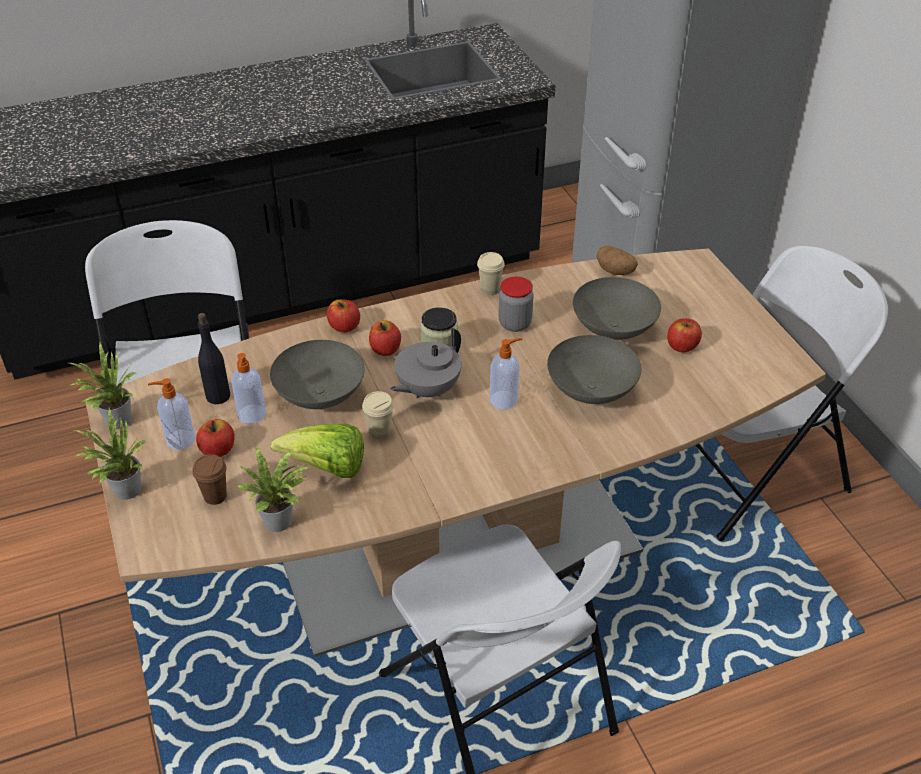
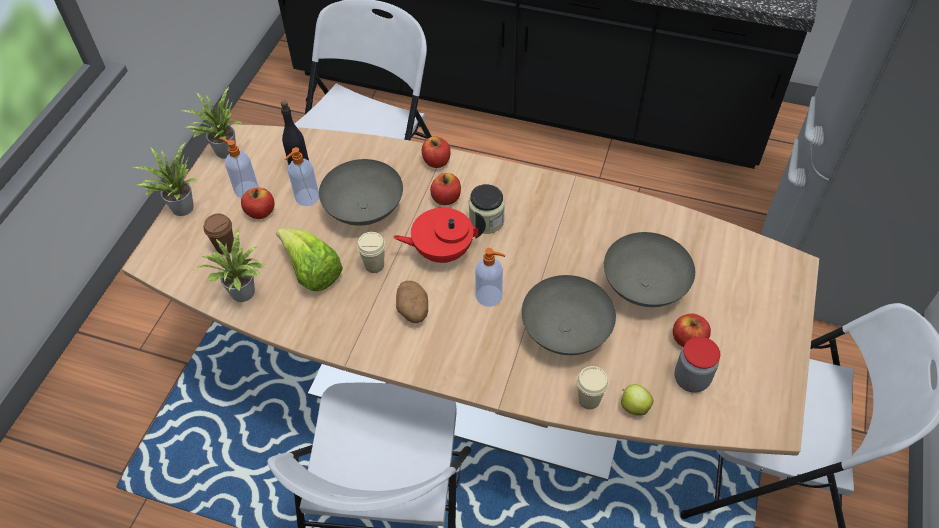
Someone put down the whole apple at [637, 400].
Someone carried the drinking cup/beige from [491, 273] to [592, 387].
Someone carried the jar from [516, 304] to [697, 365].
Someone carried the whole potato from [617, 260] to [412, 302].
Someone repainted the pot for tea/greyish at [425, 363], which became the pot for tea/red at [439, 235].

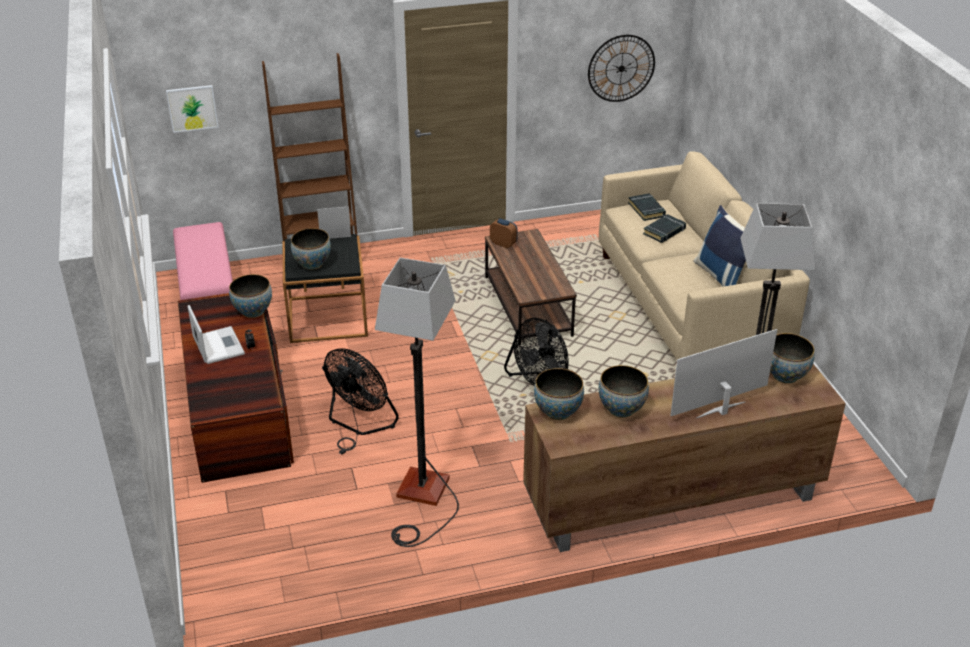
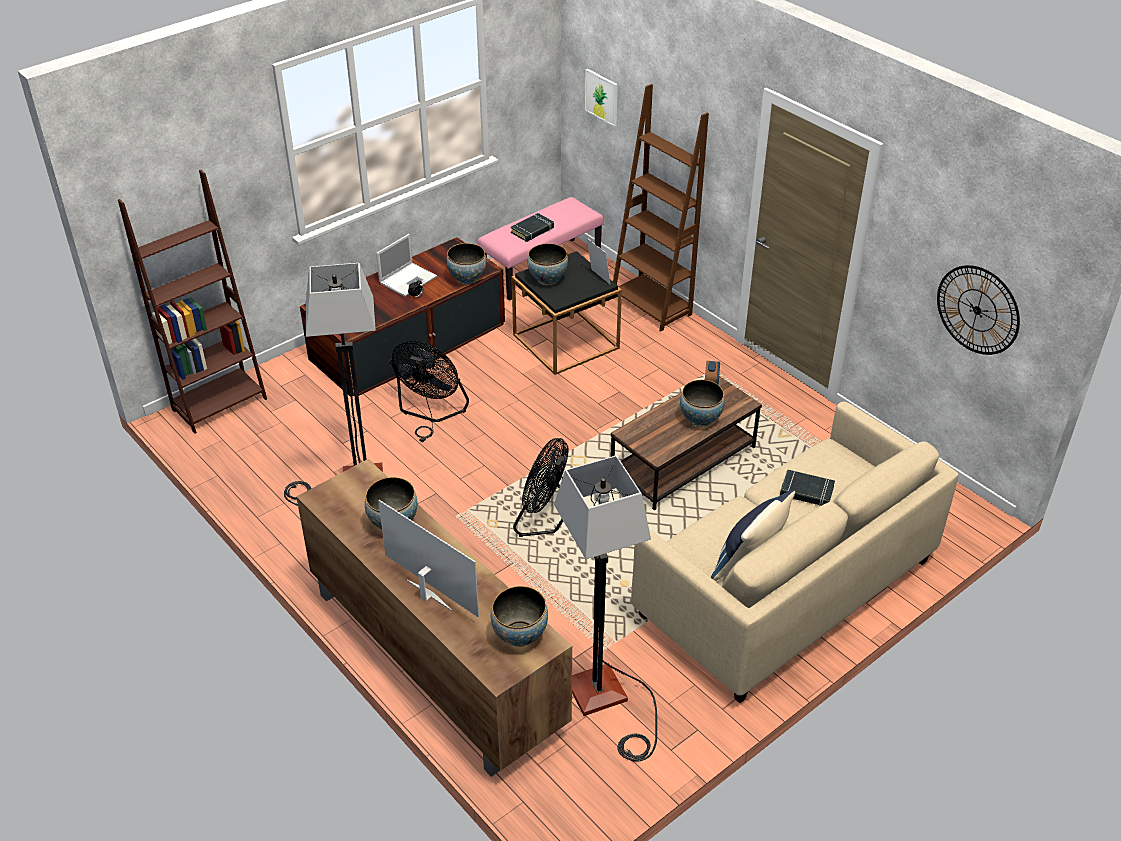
Someone put down the shelving unit/brown-coloured at [192, 301].
Someone carried the serving bowl from [559, 394] to [702, 403].
Someone carried the bound book/blackish from [647, 207] to [532, 227].
Someone rotated the fan/blackish at [360, 401] by 75 degrees counterclockwise.

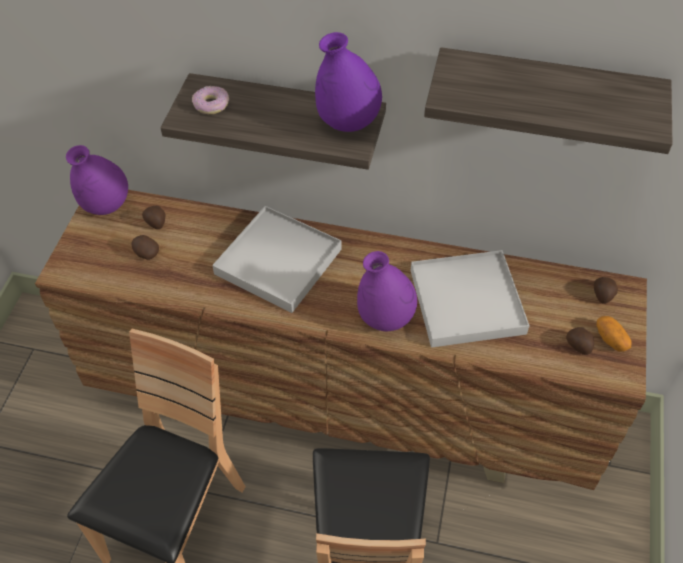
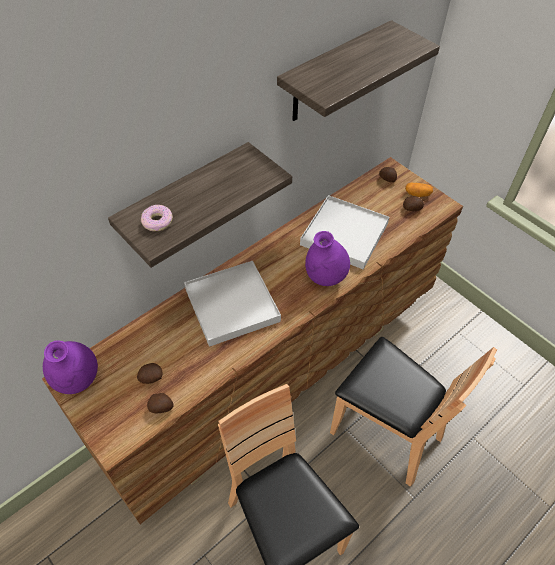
Someone took away the decorative vase/purplish at [348, 82].
Someone carried the whole potato from [153, 217] to [160, 403].

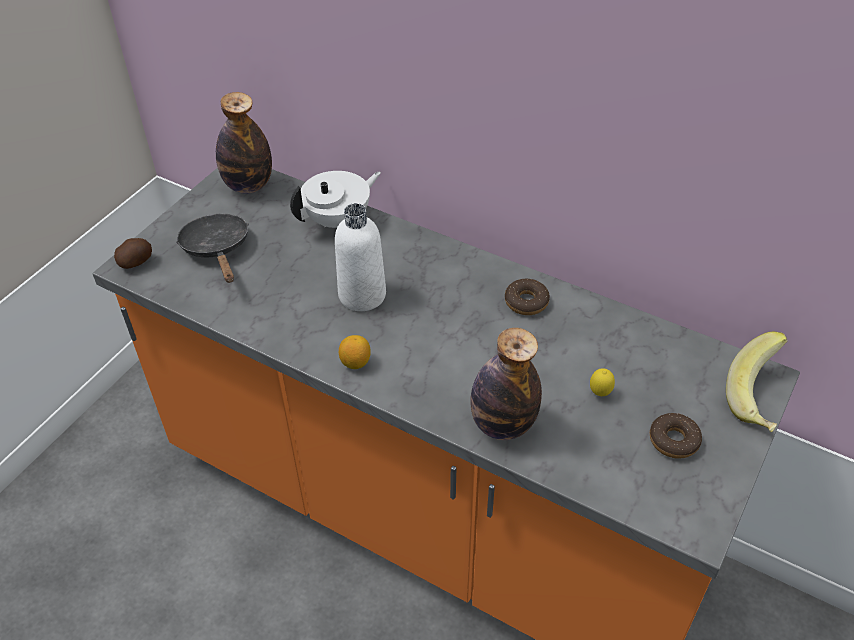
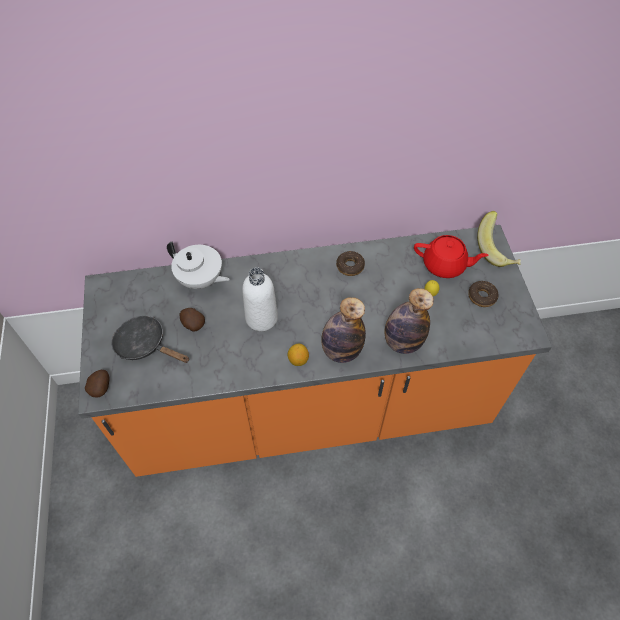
Someone put down the whole potato at [192, 320].
Someone put down the pot for tea/red at [451, 256].
Someone carried the beverage bottle from [244, 143] to [343, 330].
Someone rotated the pot for tea/white at [335, 199] by 105 degrees clockwise.

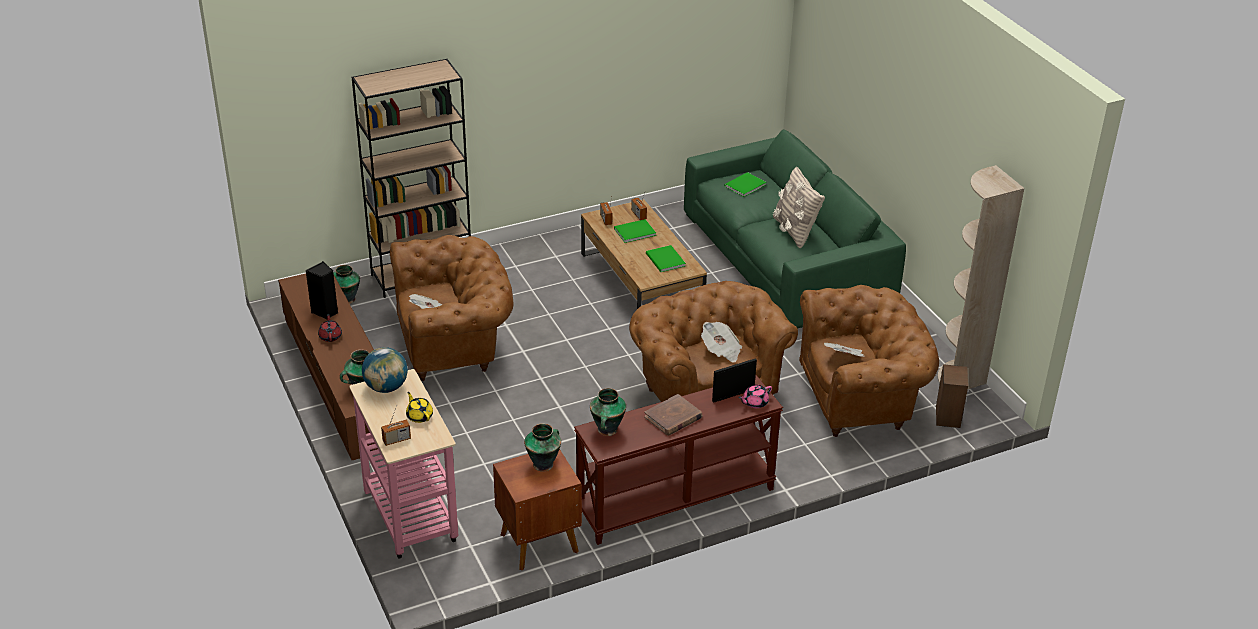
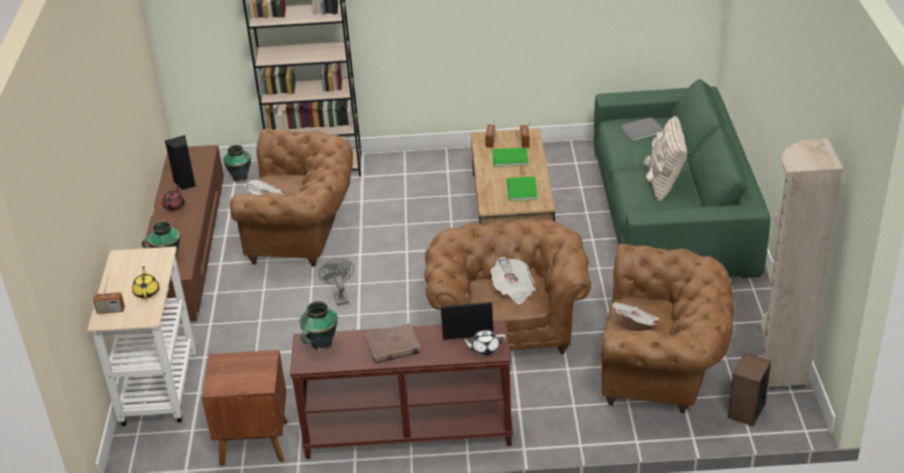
Someone took away the globe at [385, 370].
Someone took away the decorative vase at [542, 447].
Someone put down the fan/greyish at [336, 282].
Someone repainted the cart/pink-coloured at [403, 464], which became the cart/white at [141, 336].
Someone repainted the bound book/green-coloured at [745, 184], which became the bound book/greyish at [641, 129].
Someone repainted the pot for tea/pink-coloured at [755, 396], which became the pot for tea/white at [484, 343].

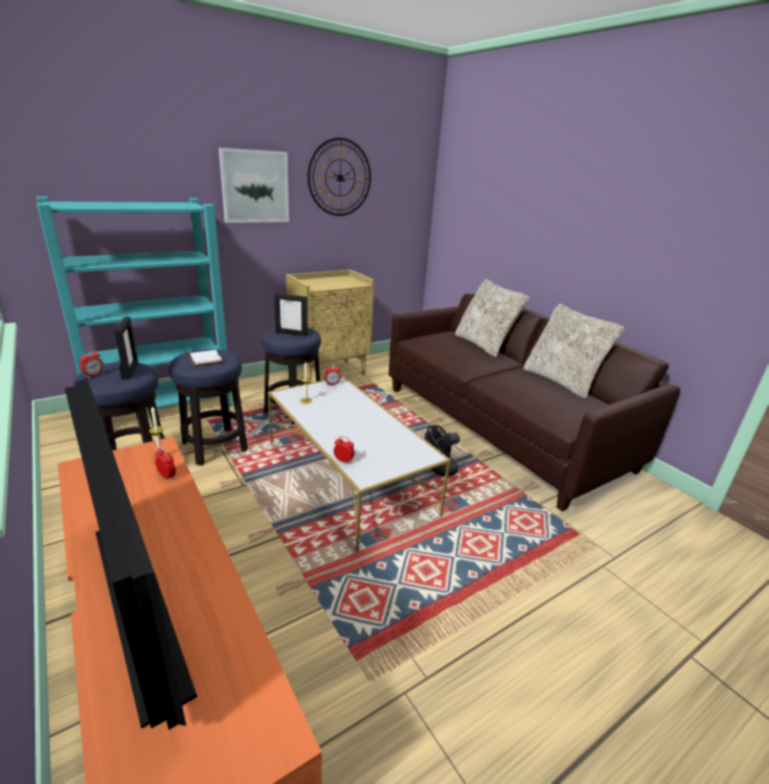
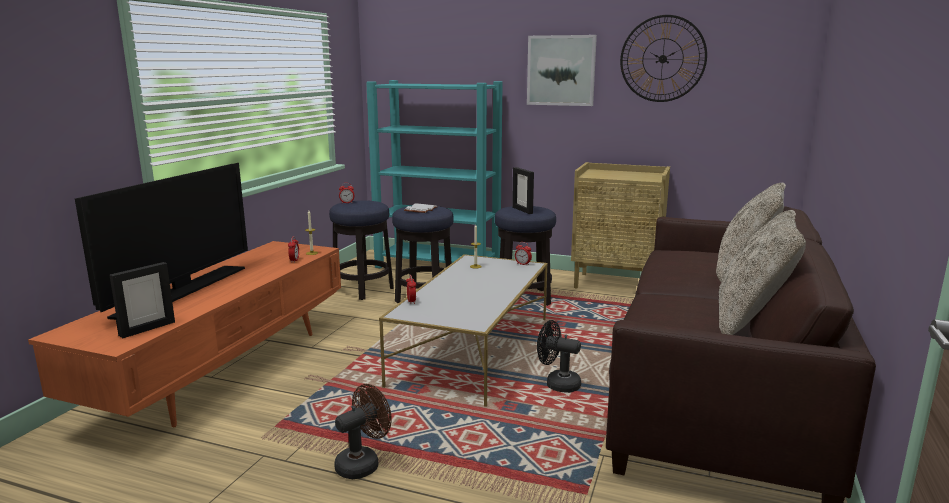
Someone put down the fan/brown-coloured at [363, 431].
Someone carried the standing frame from [126, 348] to [142, 300].

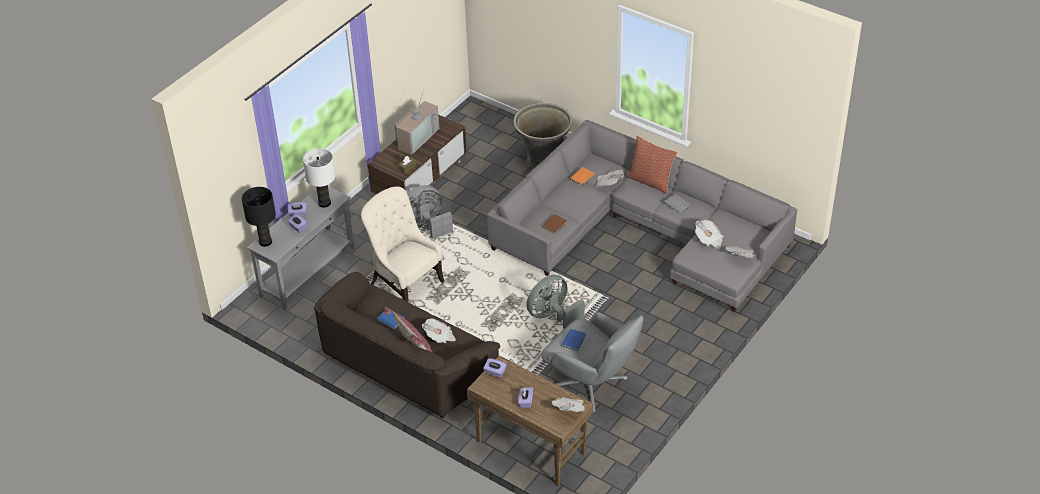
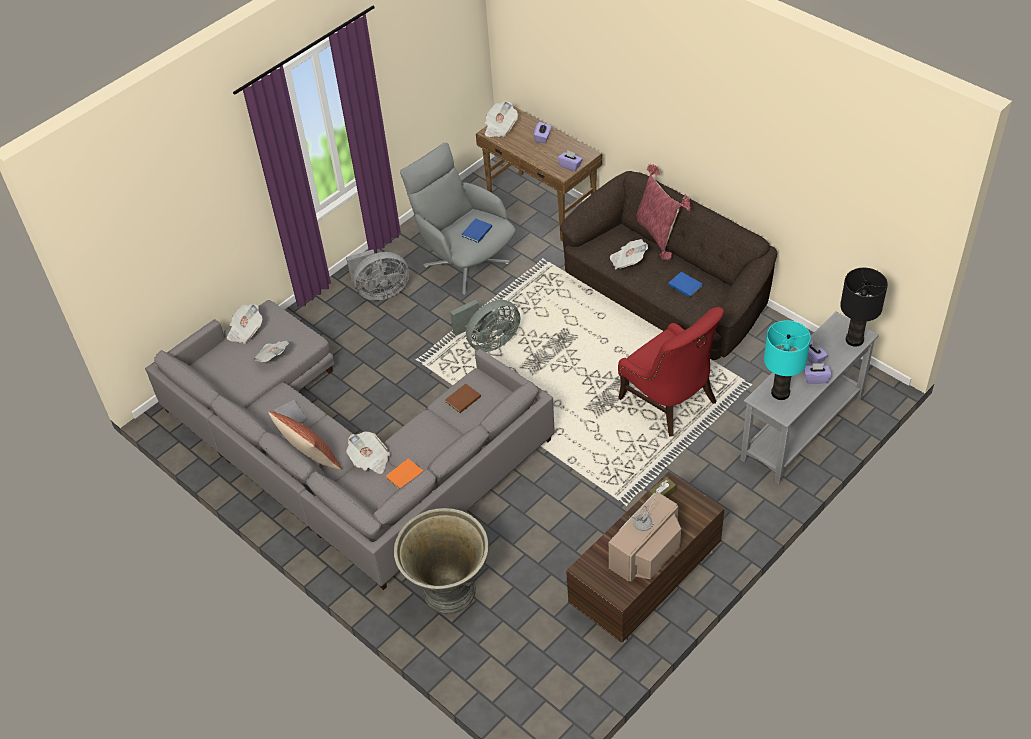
Someone carried the fan/greyish from [430, 212] to [377, 275].
Someone repainted the table lamp/white at [319, 177], which became the table lamp/turquoise at [787, 360].
Someone repainted the armchair/beige at [402, 244], which became the armchair/red at [671, 372].

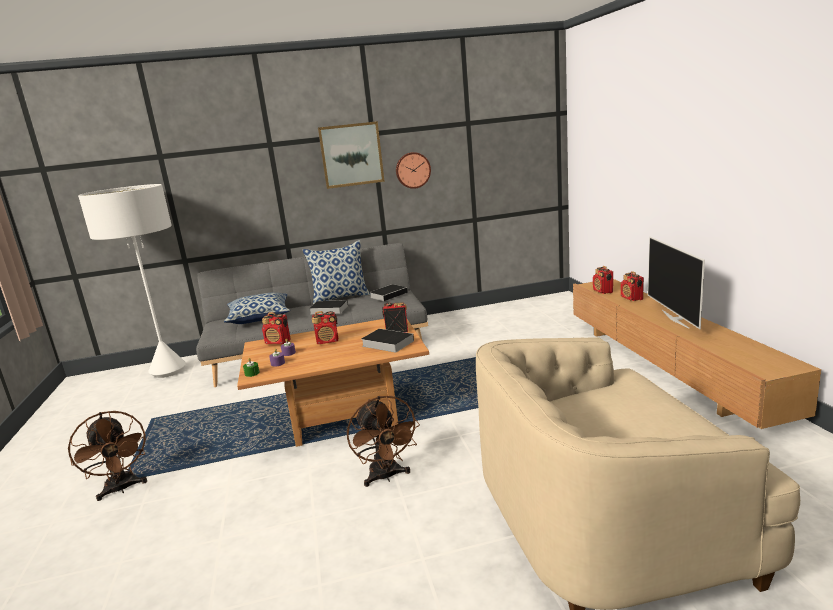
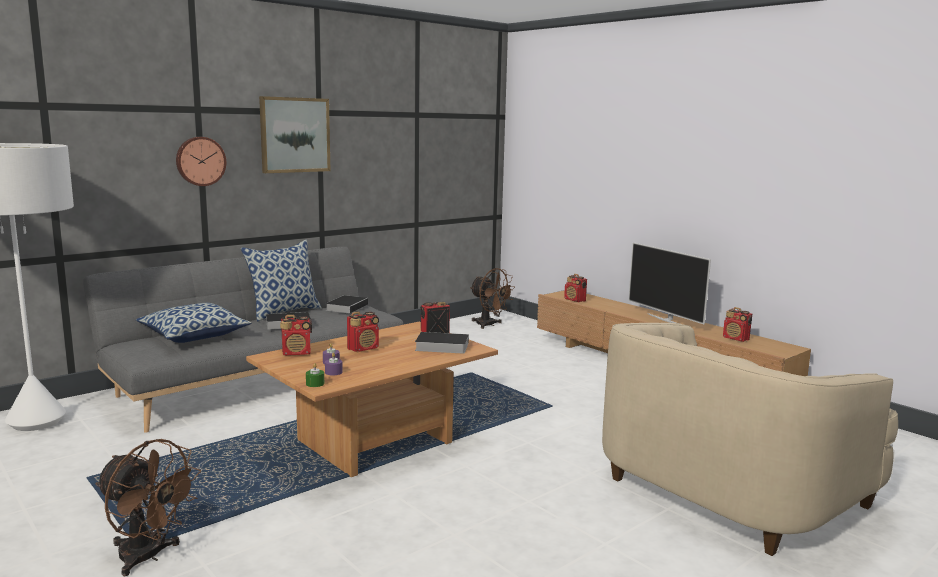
Someone carried the fan/brown-coloured from [383, 441] to [492, 298].
Someone carried the clock on the wall from [413, 170] to [201, 161].
Someone carried the radio from [632, 286] to [737, 324].

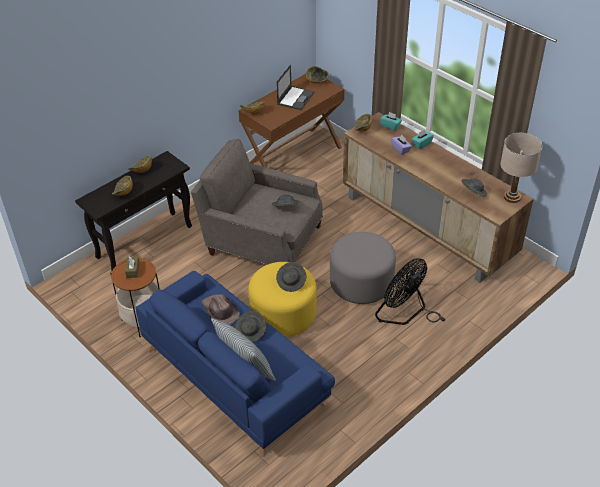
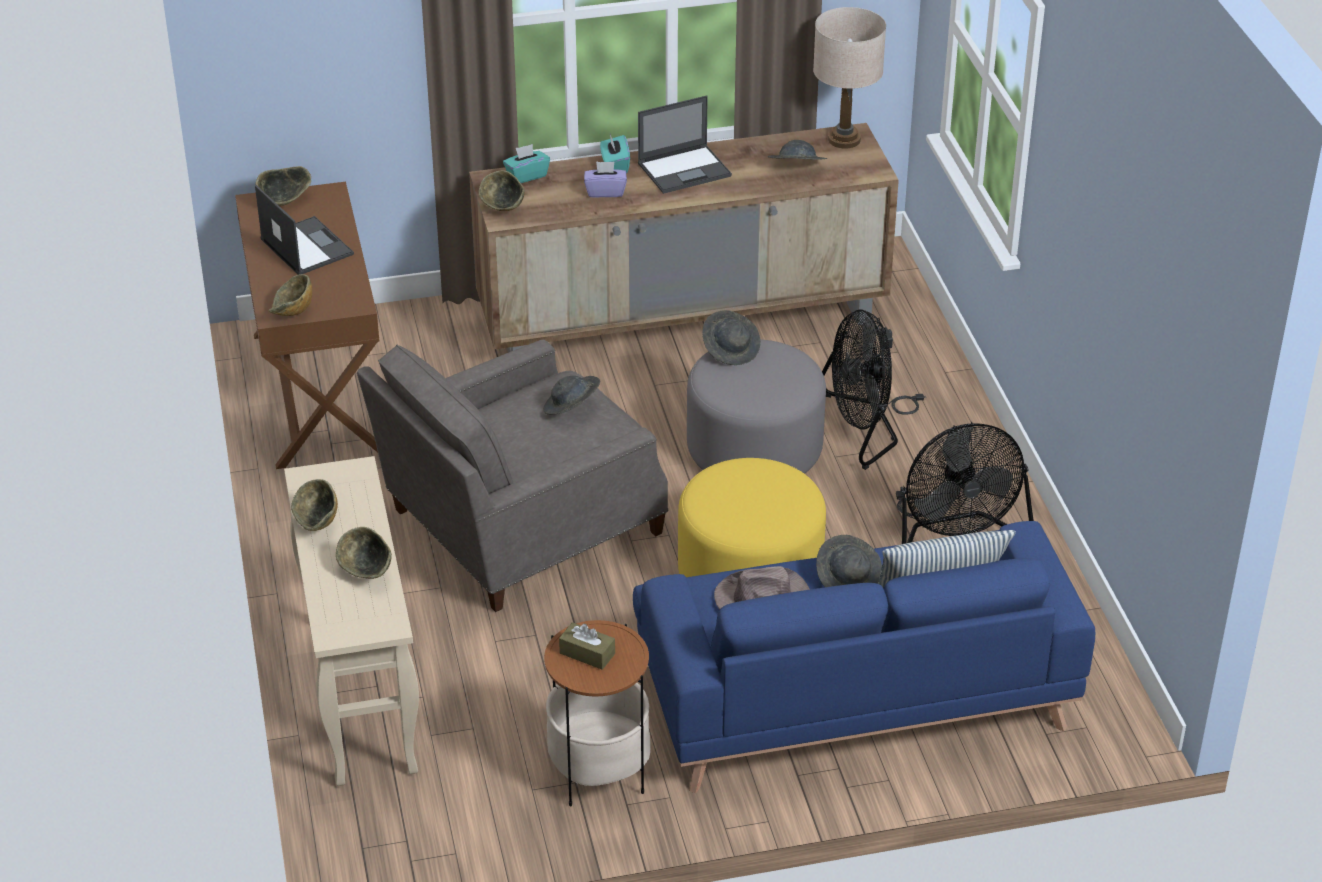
Someone put down the notebook computer at [685, 144].
Someone put down the fan/blackish at [965, 483].
Someone carried the hat/greyish from [291, 277] to [731, 337].
Someone repainted the hall table/blackish at [133, 210], which became the hall table/beige at [351, 621].

